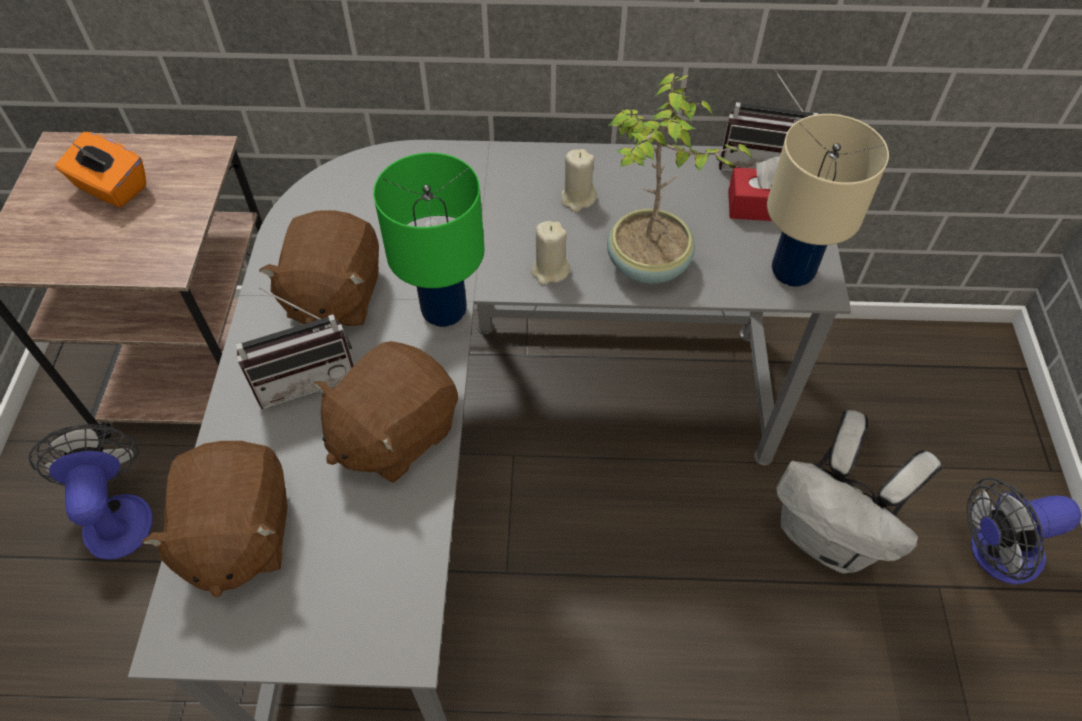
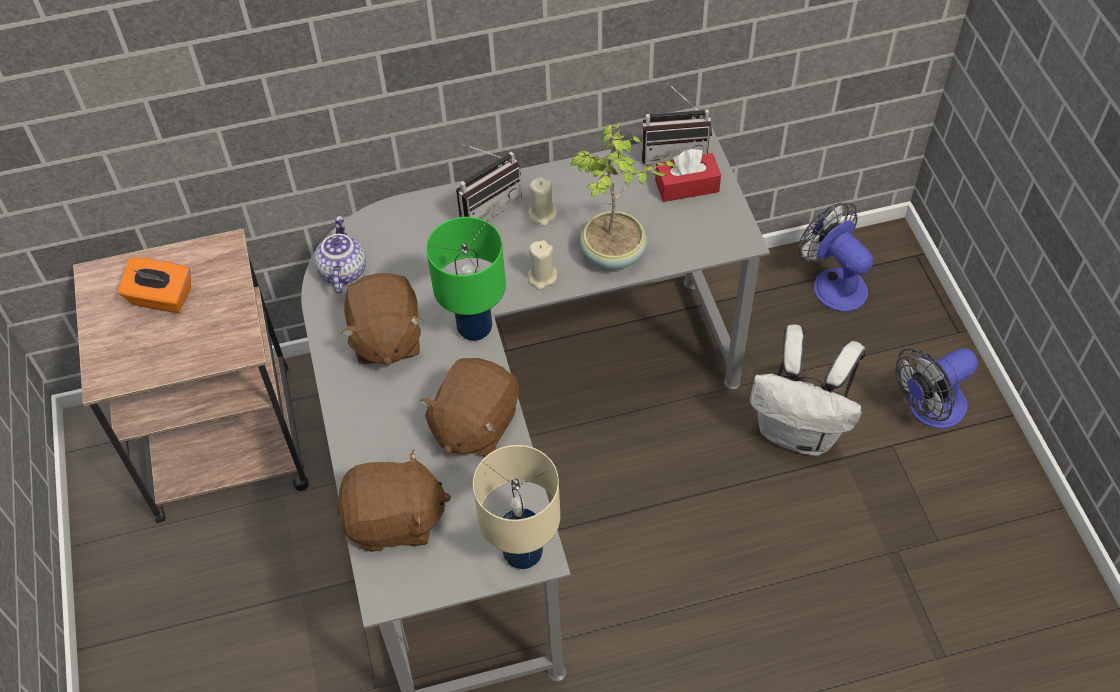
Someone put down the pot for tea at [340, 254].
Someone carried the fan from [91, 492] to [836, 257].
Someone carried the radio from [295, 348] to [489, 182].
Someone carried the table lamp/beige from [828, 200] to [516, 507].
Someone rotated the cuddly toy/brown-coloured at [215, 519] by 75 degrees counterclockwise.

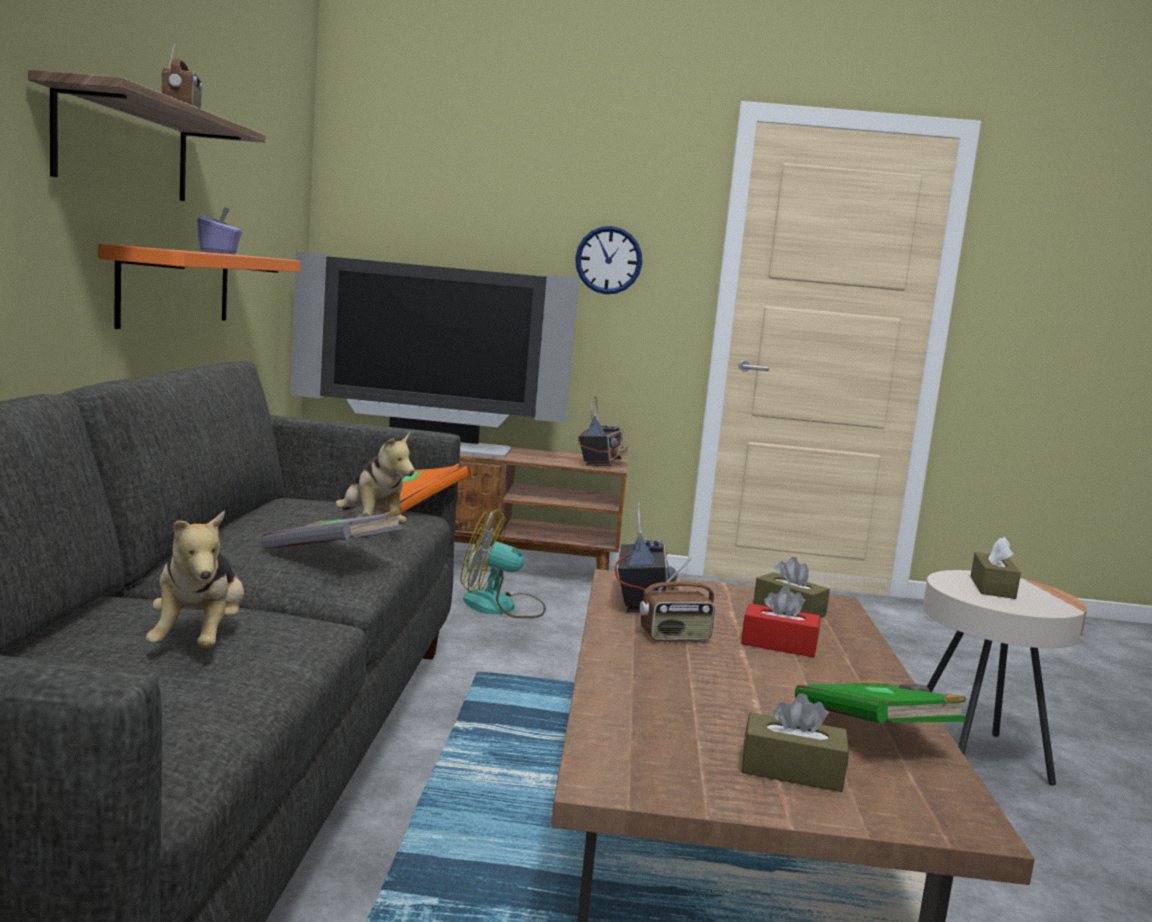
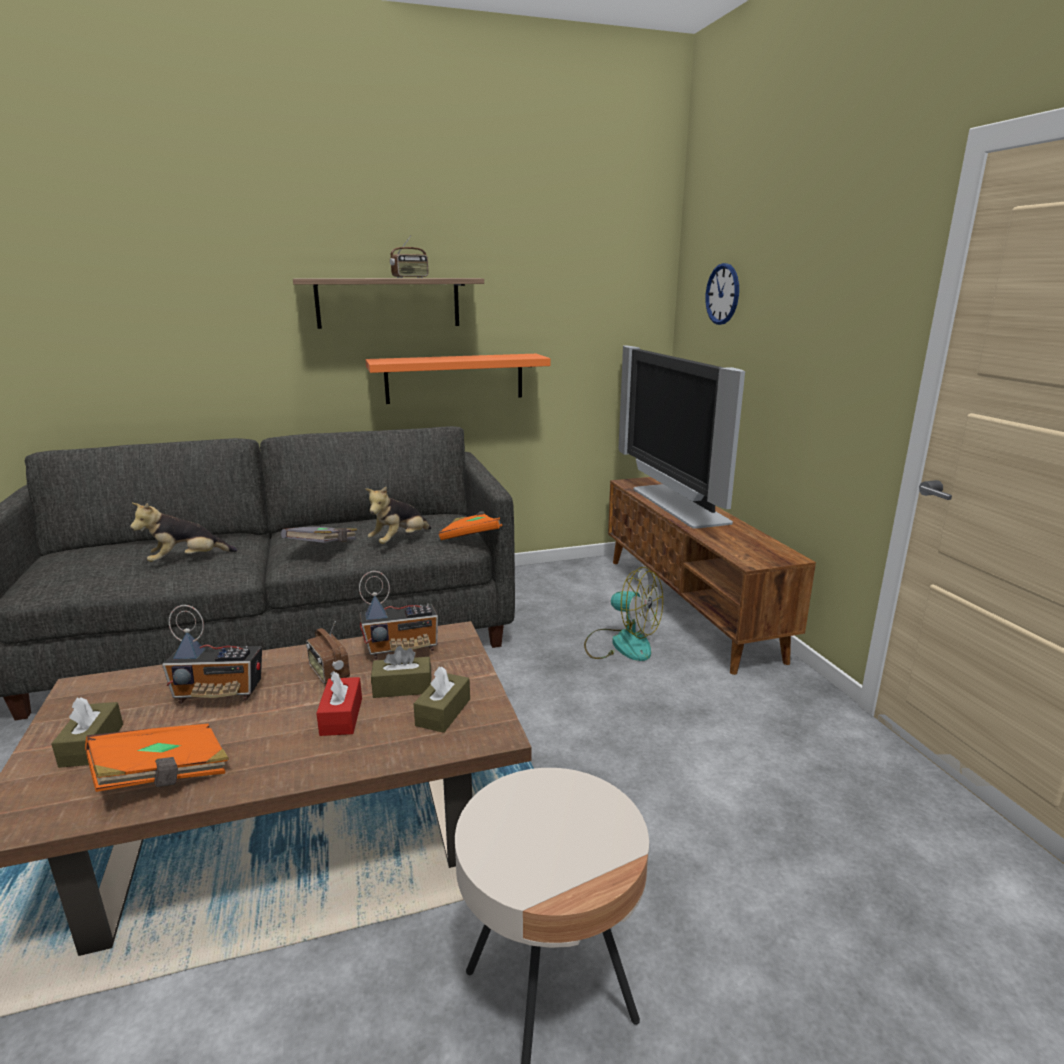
Someone took away the box of tissues/purplish at [219, 230].
Someone carried the clock on the wall from [608, 260] to [722, 294].
Someone carried the radio from [603, 431] to [212, 654].
Someone carried the box of tissues/brown-coloured from [995, 568] to [401, 672].
Someone repainted the bound book/green-coloured at [881, 701], which became the bound book/orange at [157, 758].
Someone rotated the fan at [503, 564] by 135 degrees clockwise.

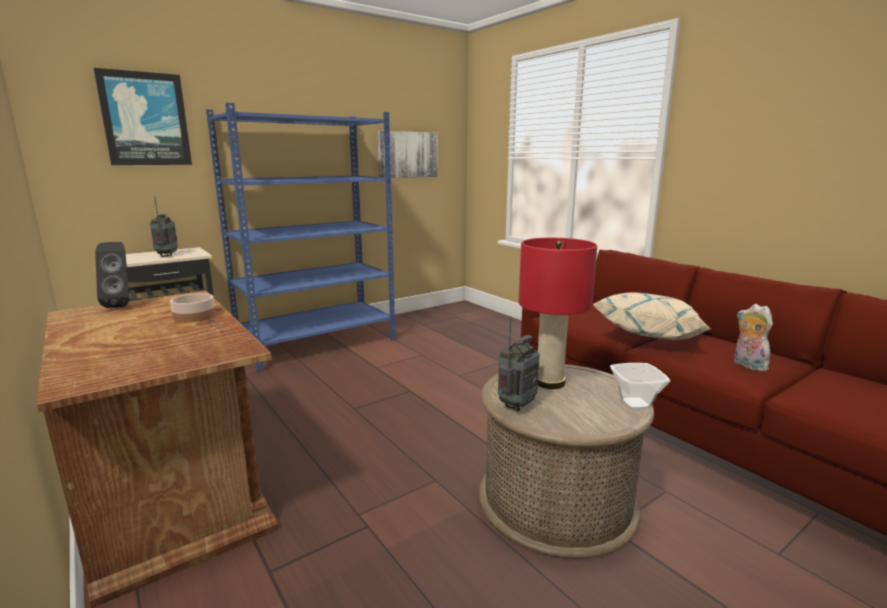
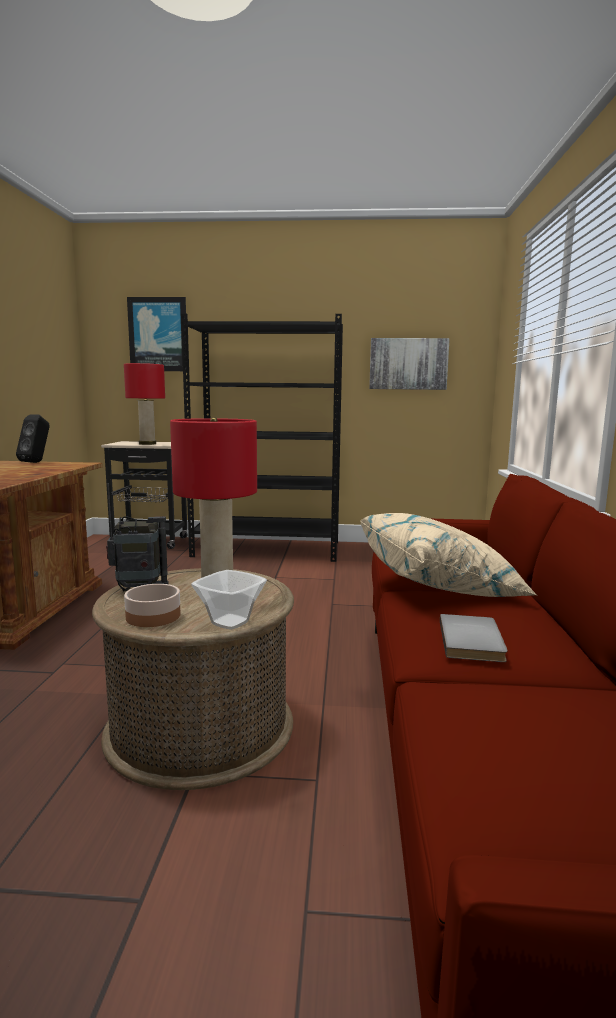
Someone carried the serving bowl from [193, 307] to [152, 605].
Someone swapped the radio at [164, 226] for the table lamp/red at [144, 404].
Someone swapped the cuddly toy at [753, 337] for the bound book/greyish at [473, 638].
Someone repainted the shelving unit/blue at [300, 237], which became the shelving unit/blackish at [262, 438].

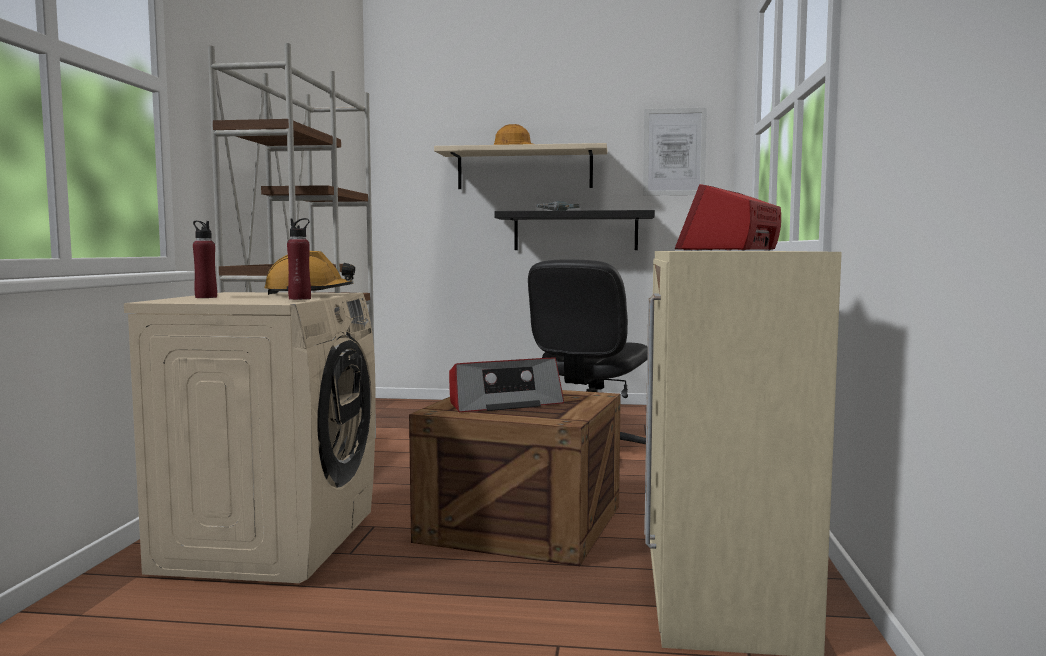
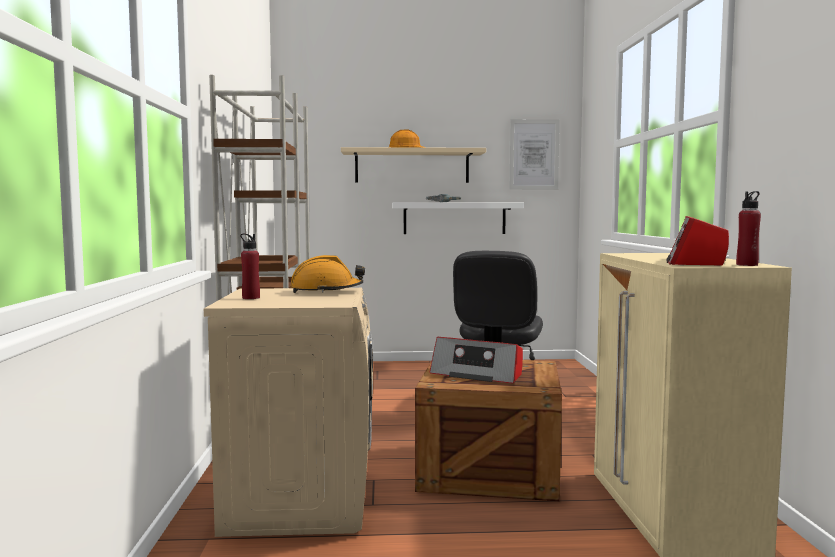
Someone carried the beverage bottle/red from [299, 259] to [748, 228].
Someone repainted the shelf/blackish at [574, 230], which became the shelf/white at [458, 218].
Someone rotated the radio at [506, 385] by 60 degrees clockwise.

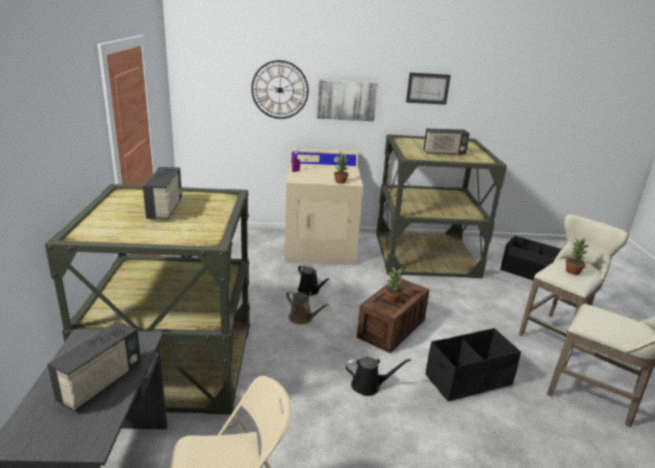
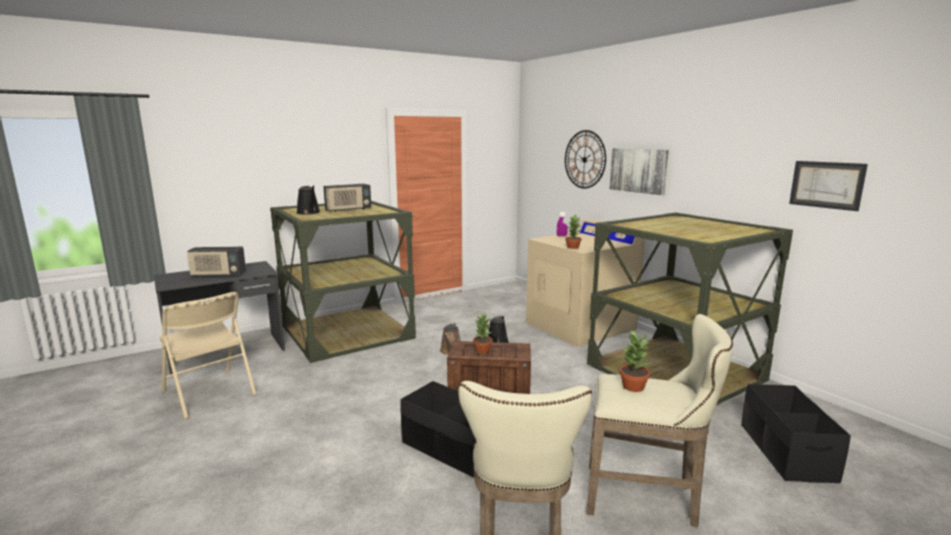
Someone took away the radio at [446, 141].
Someone carried the sprinkling can/blackish from [378, 376] to [308, 200].
Someone carried the wall picture from [428, 89] to [828, 186].

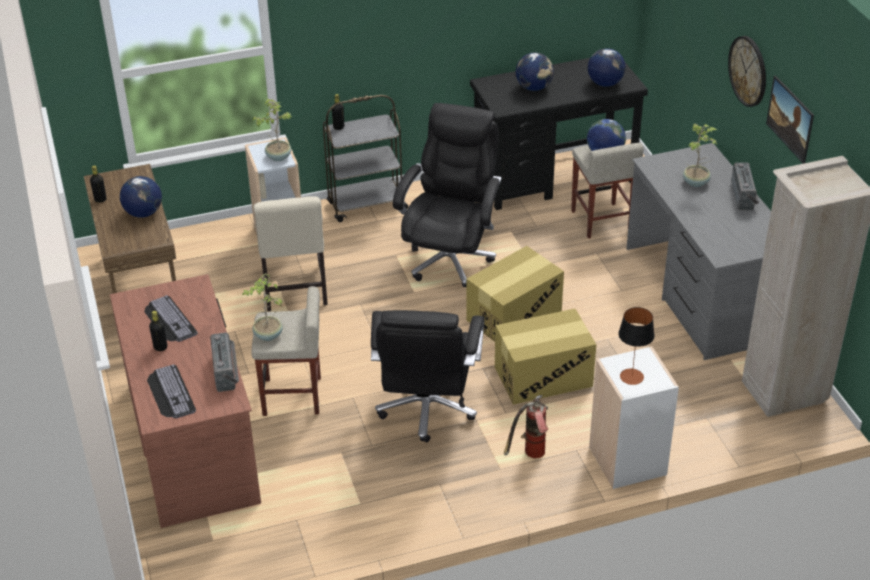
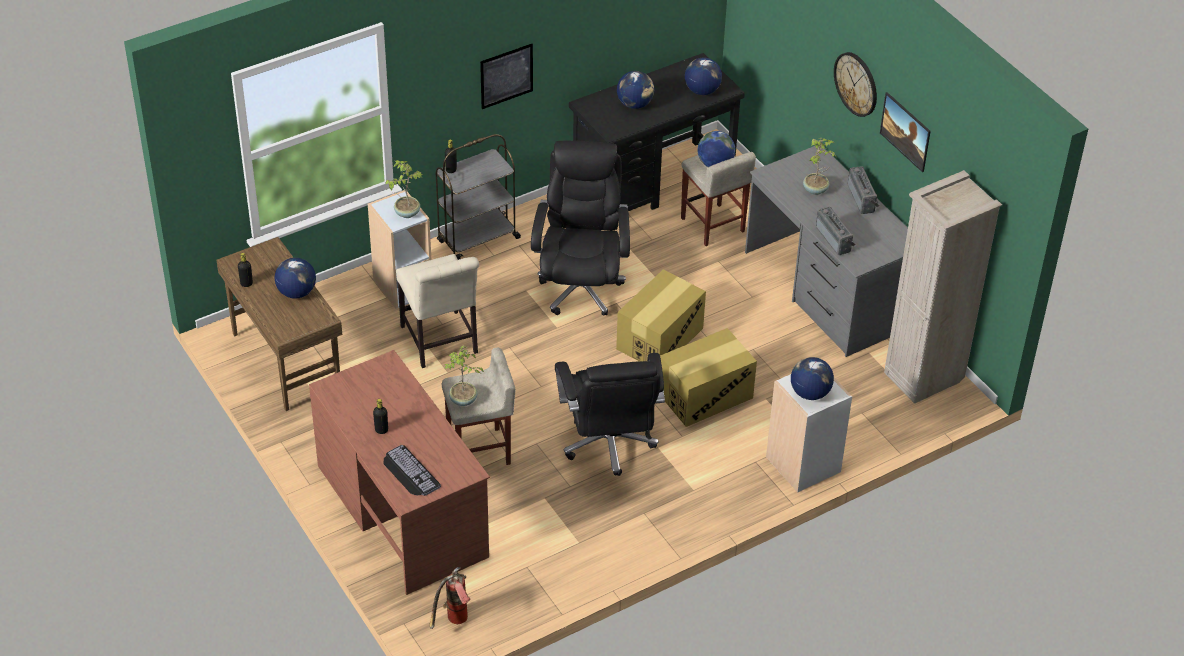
Someone took away the PC keyboard at [171, 318].
Someone put up the wall picture at [506, 76].
Someone carried the radio from [224, 362] to [836, 231].
Someone carried the fire extinguisher from [526, 426] to [450, 598].
Someone swapped the table lamp at [636, 346] for the globe at [812, 378].

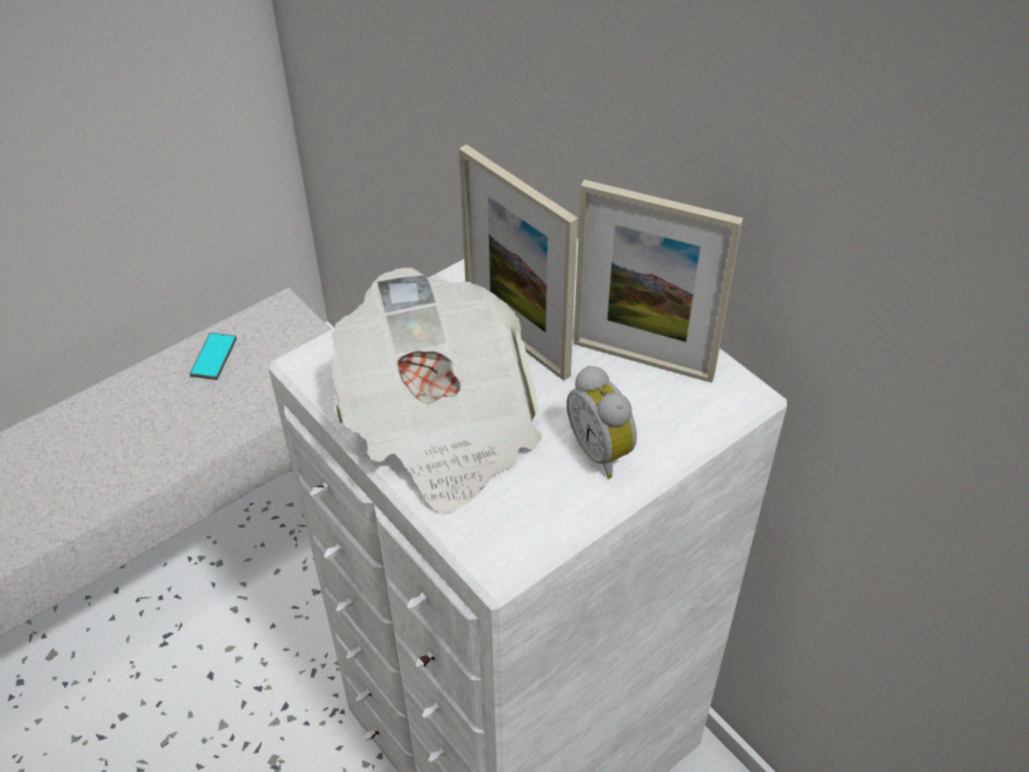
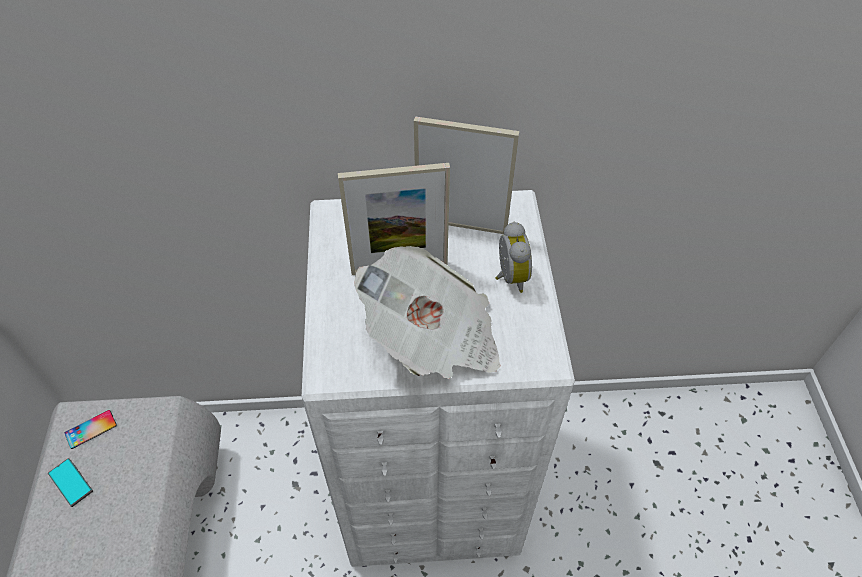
Someone put down the handset at [91, 429].
Someone rotated the table clock at [601, 422] by 105 degrees counterclockwise.
Someone rotated the standing frame at [658, 281] by 135 degrees counterclockwise.

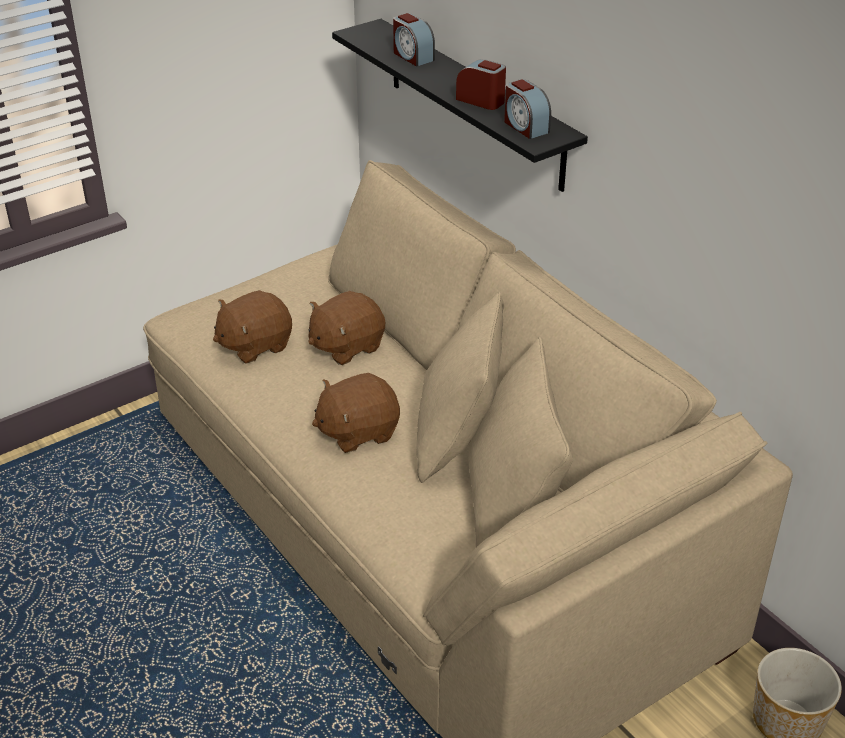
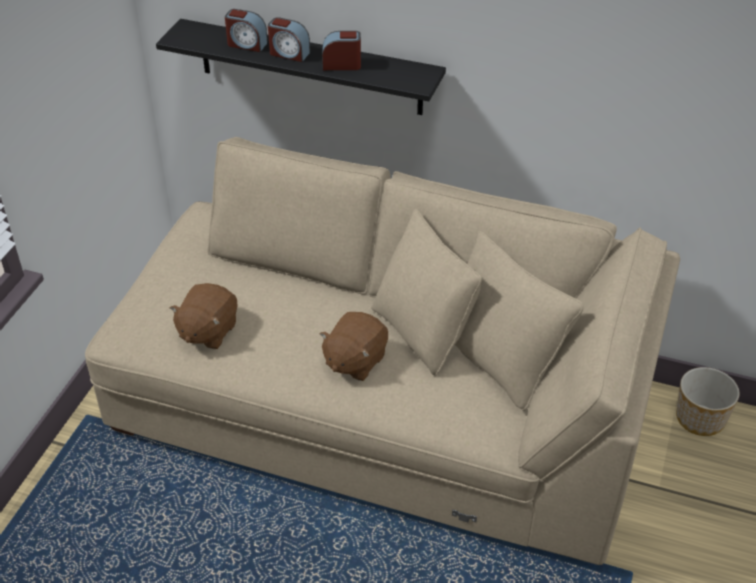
Someone took away the cuddly toy/brown-coloured at [346, 328].
Someone carried the table clock from [527, 109] to [289, 39].

